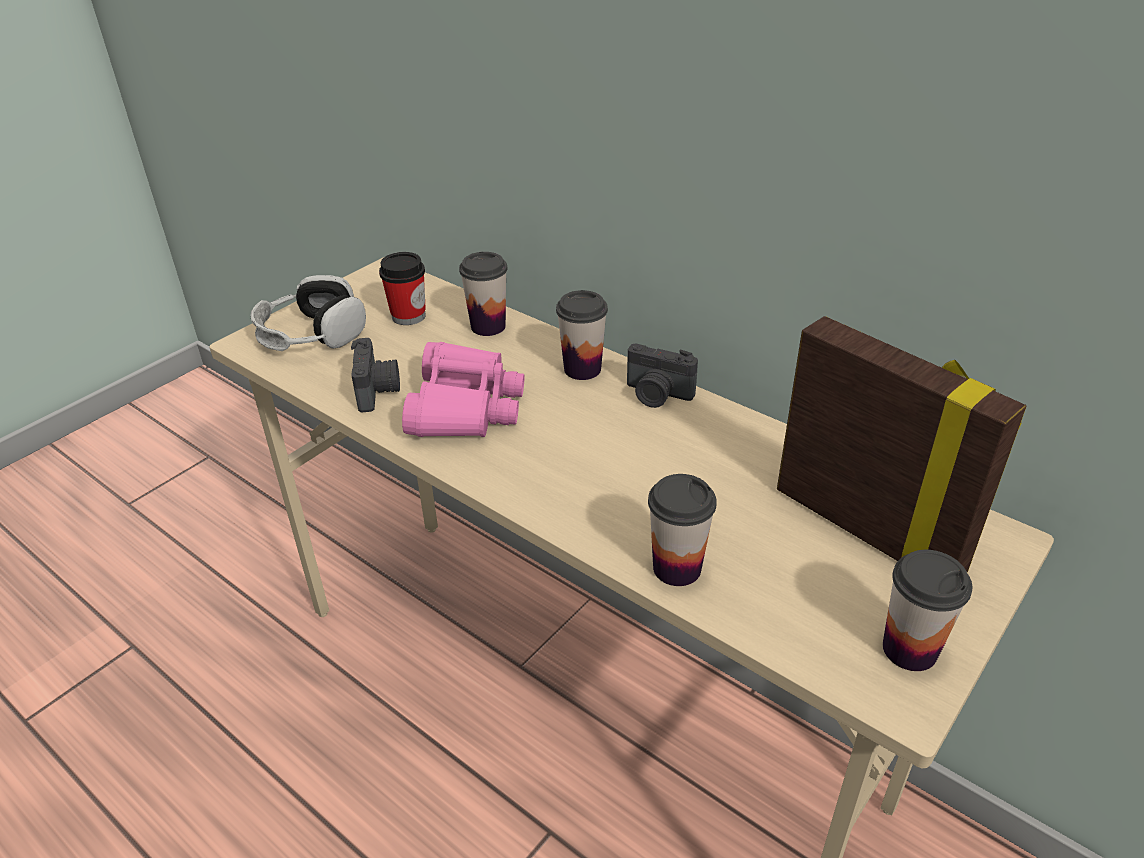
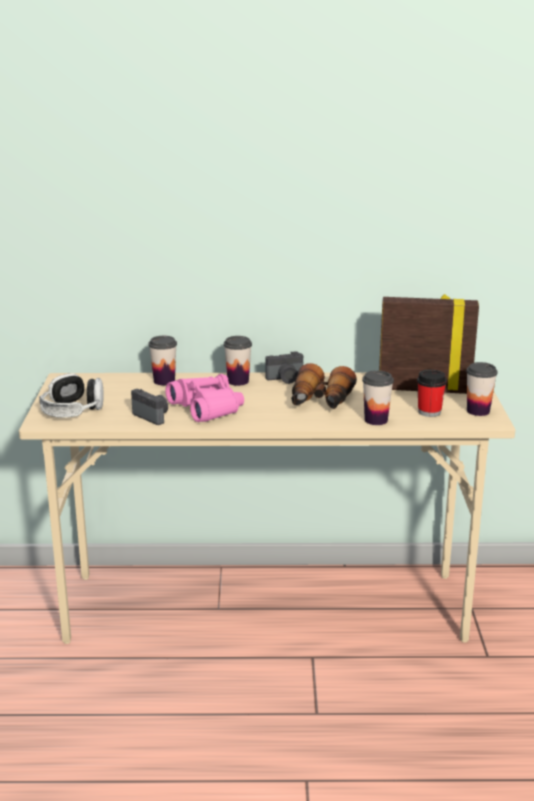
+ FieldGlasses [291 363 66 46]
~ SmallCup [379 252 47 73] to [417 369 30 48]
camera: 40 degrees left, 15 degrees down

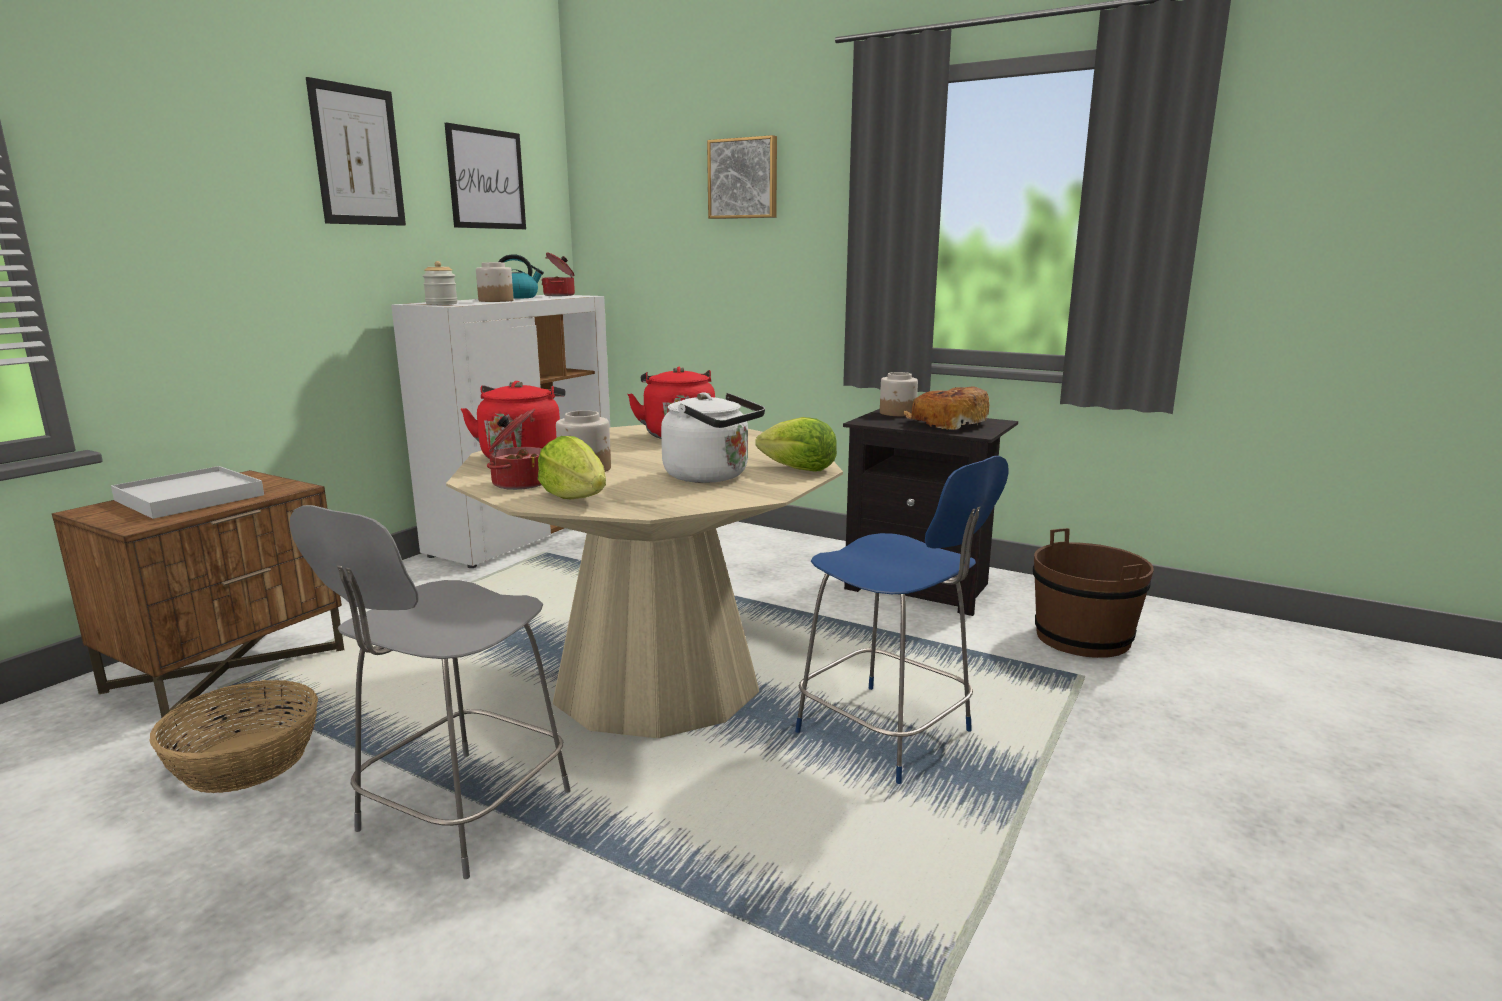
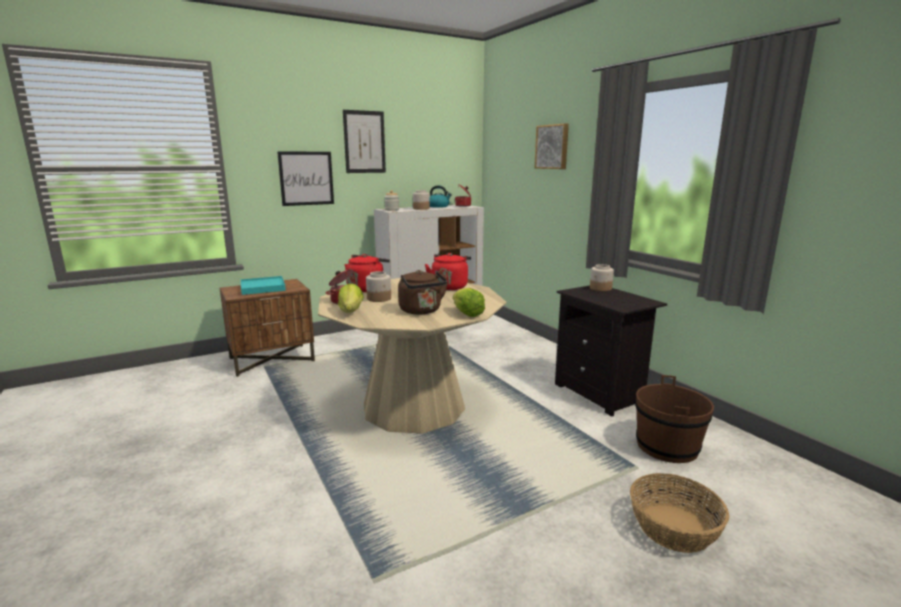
- GreyChair [290 505 280 374]
- BlueColouredChair [795 456 214 328]
- Bread [904 386 85 44]
~ Basket [149 680 169 113] to [630 473 99 80]
~ WallPicture [445 123 81 106] to [277 151 57 55]
~ WhiteServingTray [111 466 153 53] to TurquoiseServingTray [241 276 45 19]
~ WhiteTeaKettle [661 392 104 91] to BrownColouredTeaKettle [398 270 50 45]
camera: 30 degrees right, 0 degrees up

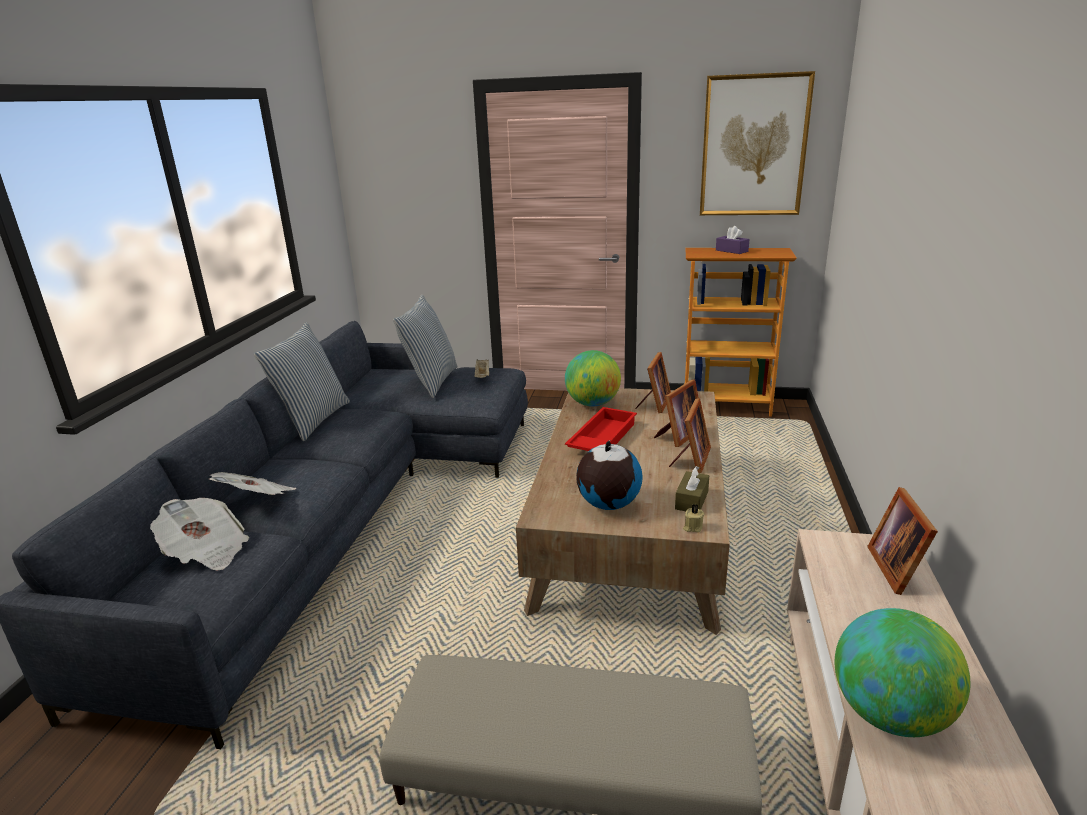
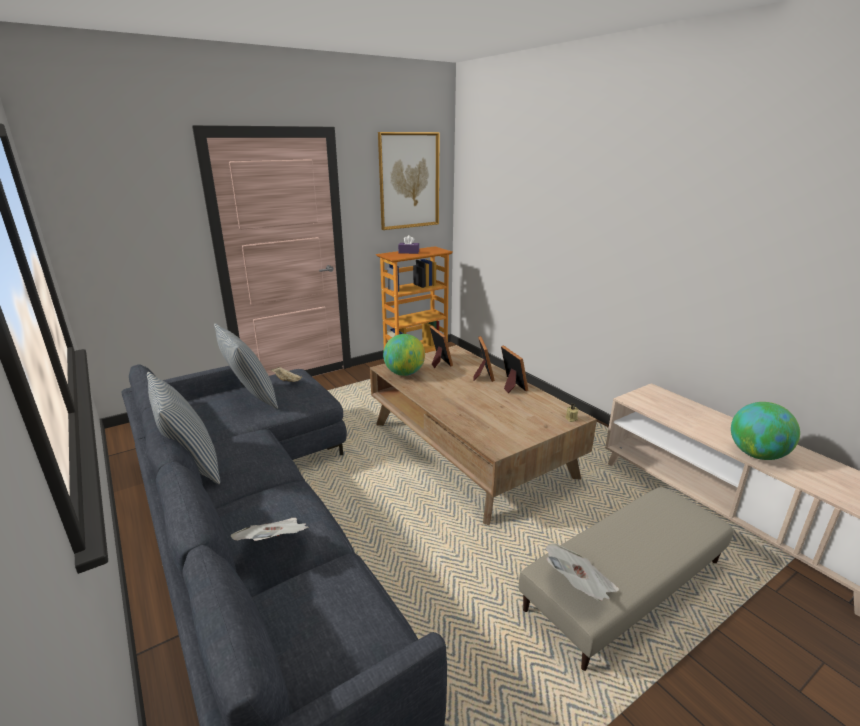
- RedColouredServingTray [565 407 72 44]
- DeskGlobe [576 440 66 70]
- BrownColouredTissueHolder [675 466 34 45]
- PhotoFrame [867 487 71 108]
~ DailyPaper [150 498 99 72] to [546 543 73 58]
camera: 45 degrees left, 0 degrees up

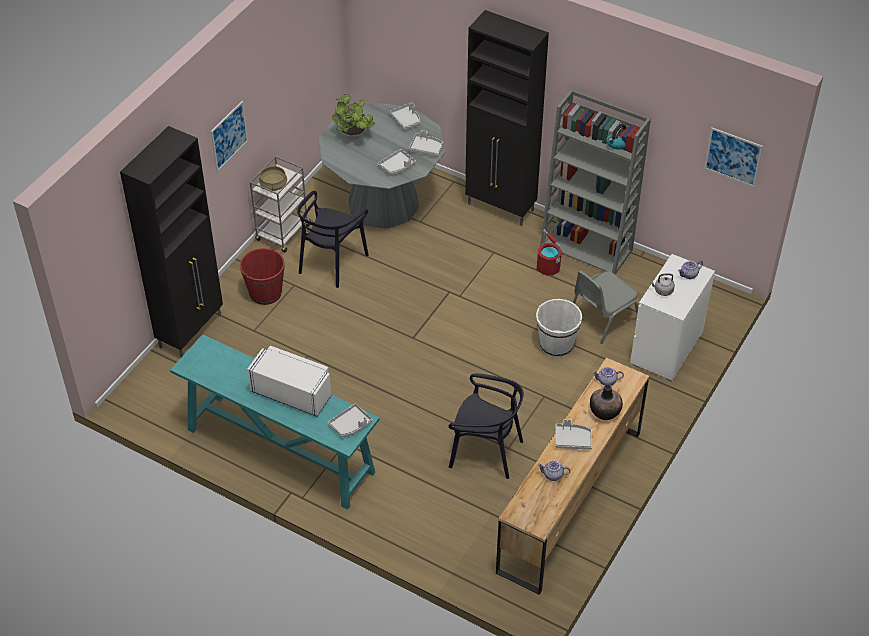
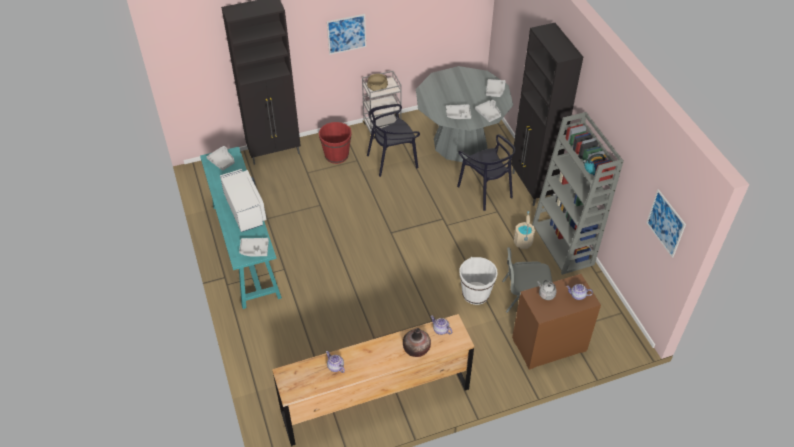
- PottedPlant [332 94 43 46]
~ BlackishChair [449 374 75 105] to [457 134 58 77]
~ GreyServingTray [555 419 37 30] to [207 146 28 25]
~ RedColouredWaterBucket [537 229 25 47] to BeigeWaterBucket [514 211 21 38]
~ WhiteDresser [630 254 85 128] to BrownColouredDresser [512 274 89 96]
camera: 40 degrees right, 0 degrees up

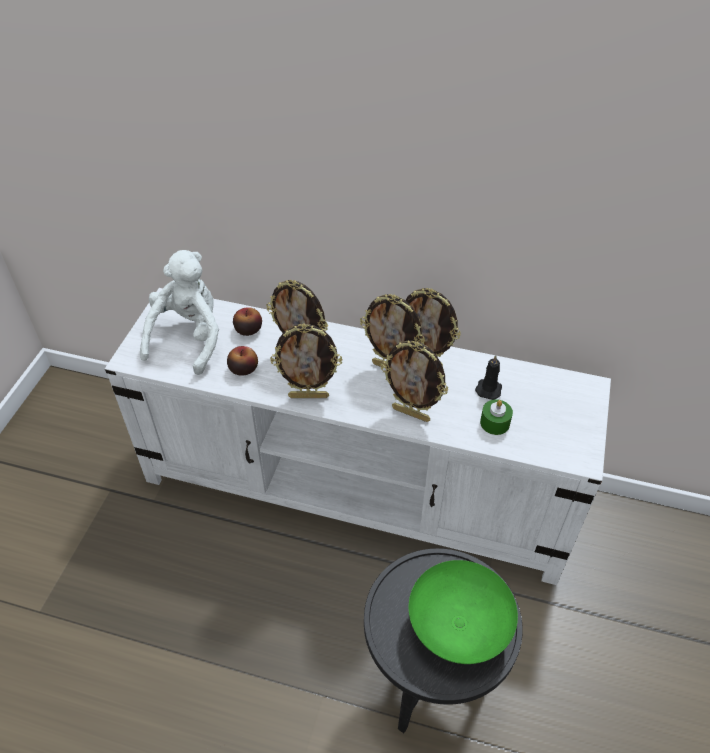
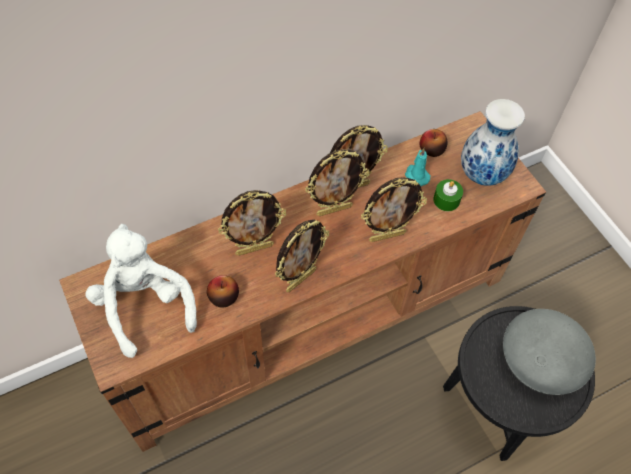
+ FlowerVase [461 99 64 87]
~ Apple [233 307 29 29] to [420 129 28 28]
~ WhiteTvUnit [105 288 506 297] to BrownColouredTvUnit [59 111 487 341]
~ GreenishDeepDish [409 560 109 104] to GreyDeepDish [503 309 93 86]
~ BlackishWaxCandle [475 355 27 45] to TurquoiseWaxCandle [405 148 25 38]
camera: 45 degrees left, 10 degrees up

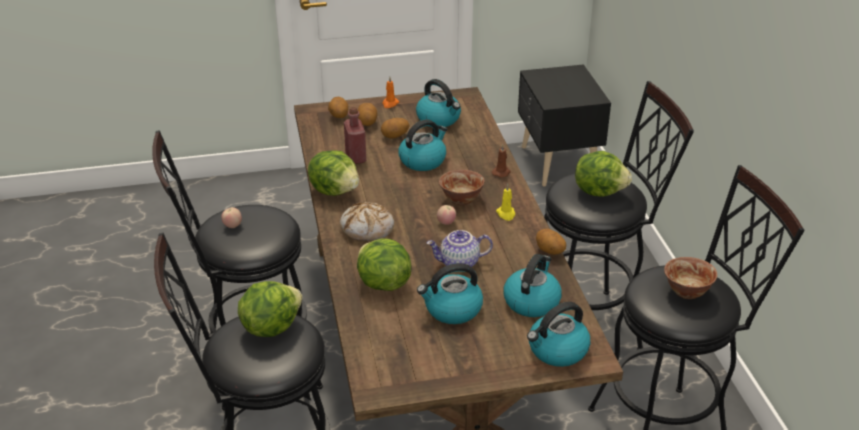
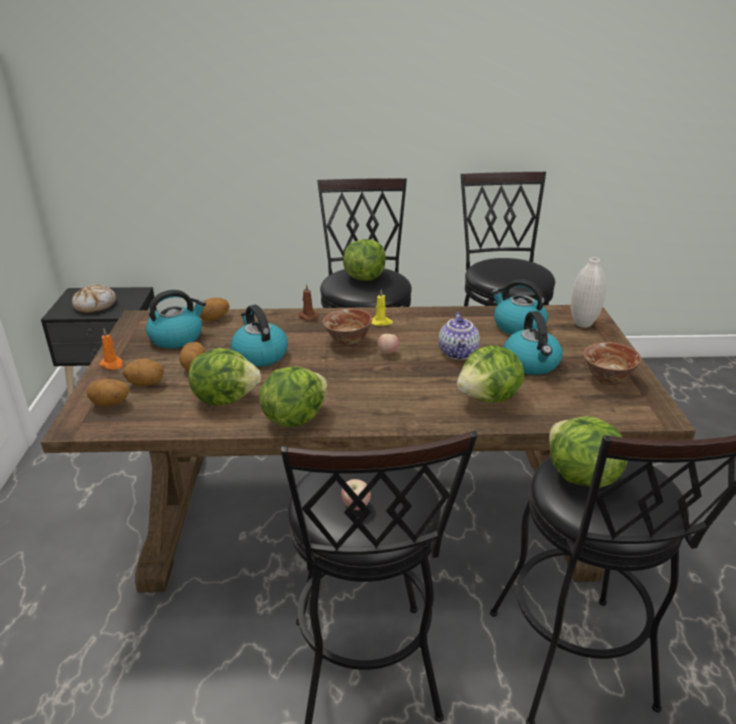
~ Bread [340 202 54 39] to [72 285 44 28]
~ Spud [536 229 31 26] to [200 298 30 23]
~ DeepDish [664 257 53 42] to [583 342 58 43]
~ RedColouredBottle [344 107 22 57] to Lettuce [188 348 73 57]
~ TeaKettle [527 302 63 65] to WhiteFlowerVase [571 257 35 71]
camera: 80 degrees left, 5 degrees down

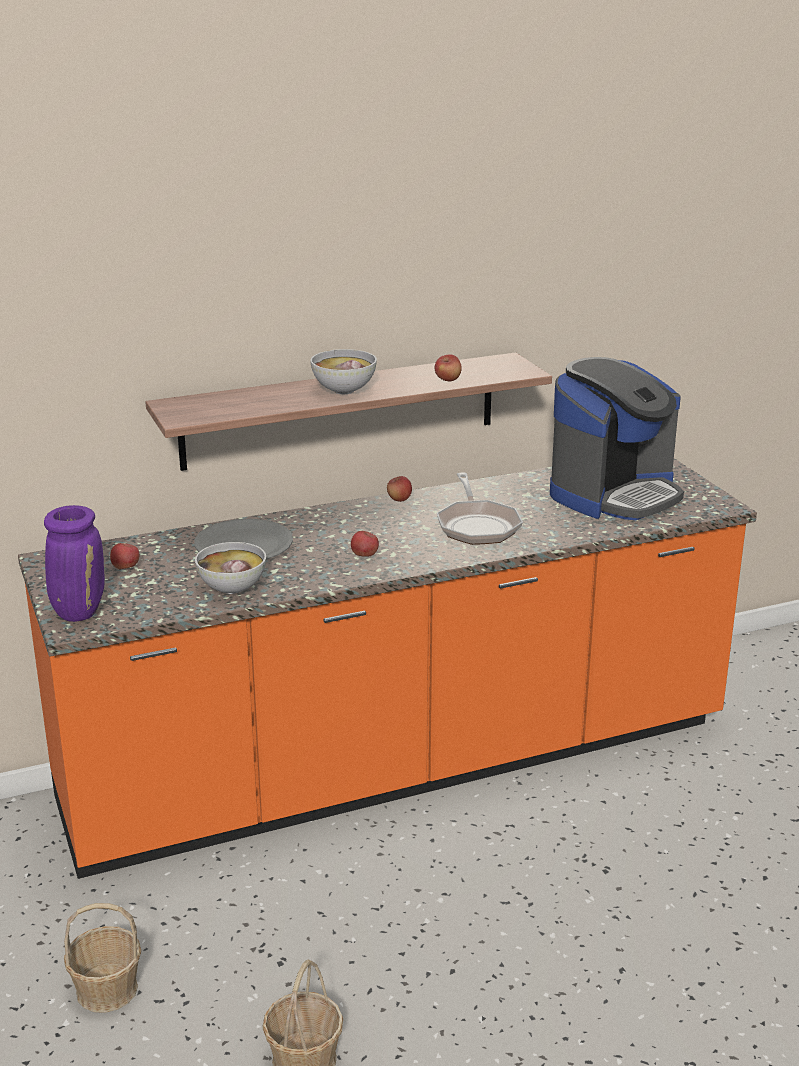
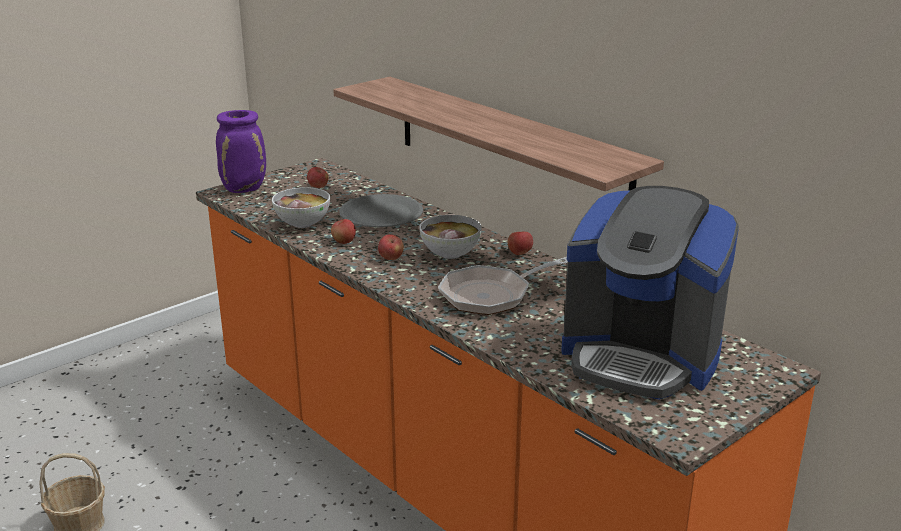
- Basket [64 903 77 110]
~ DeepDish [310 349 67 45] to [419 215 63 44]
~ Apple [435 354 27 27] to [331 219 25 25]
camera: 70 degrees right, 0 degrees up

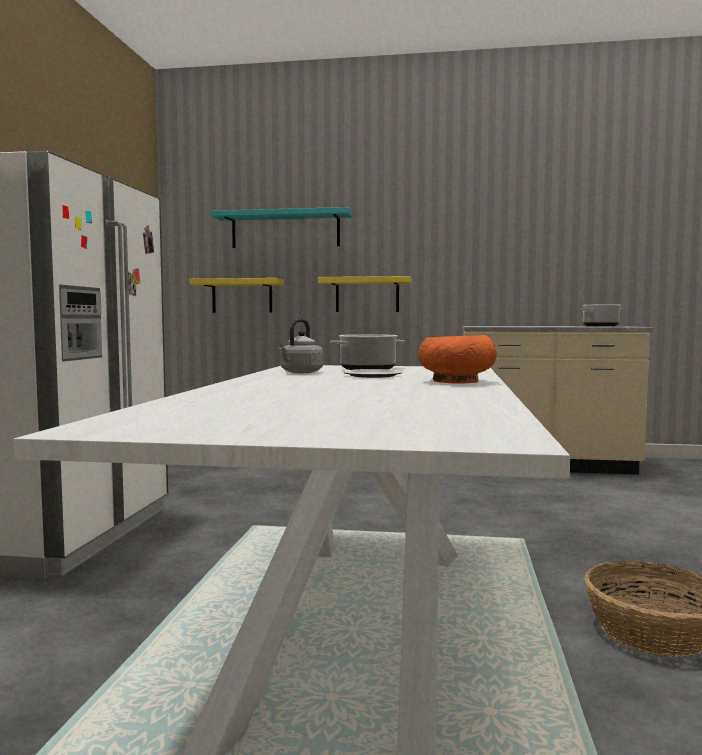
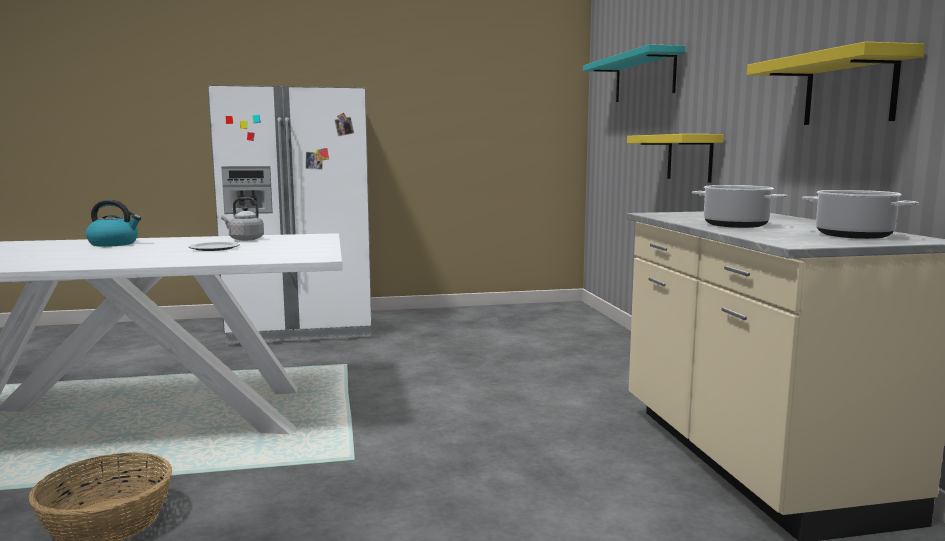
- OrangeColouredDeepDish [418 335 79 48]
+ TeaKettle [86 200 55 47]
~ YellowBracketShelf [189 278 95 35] to [747 42 178 83]
~ CookingPot [330 334 75 36] to [692 185 96 43]
camera: 70 degrees right, 5 degrees up

